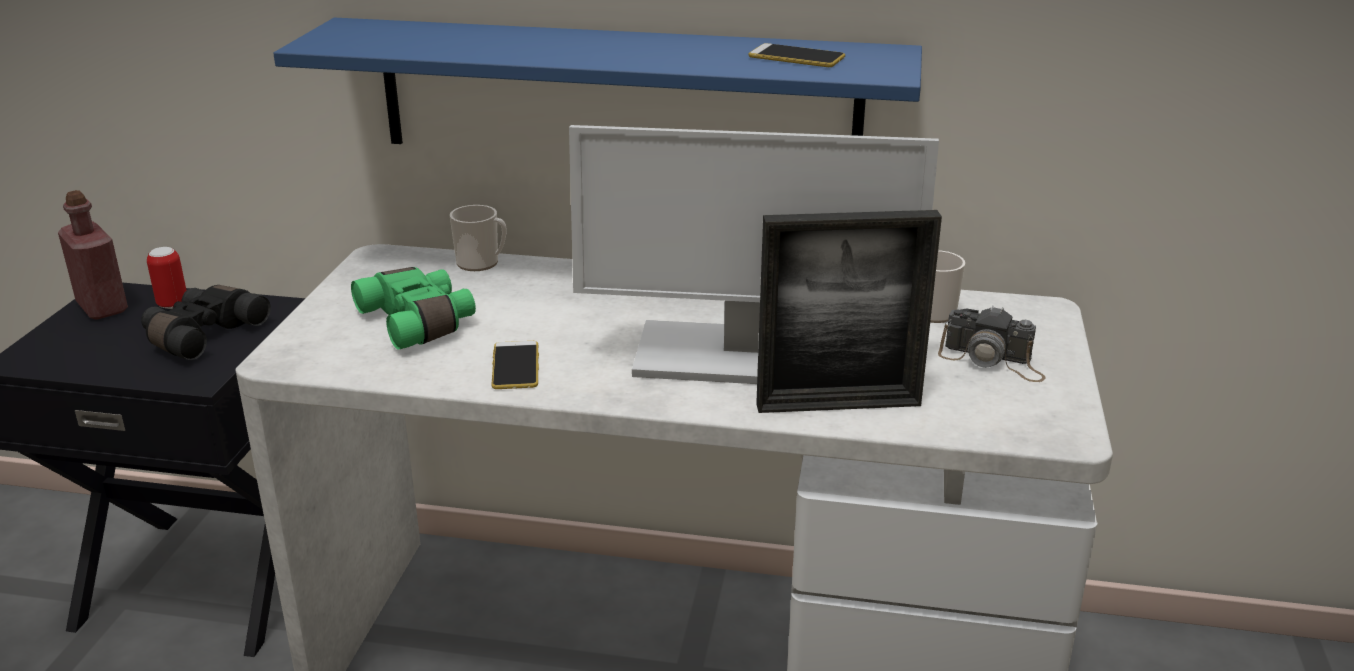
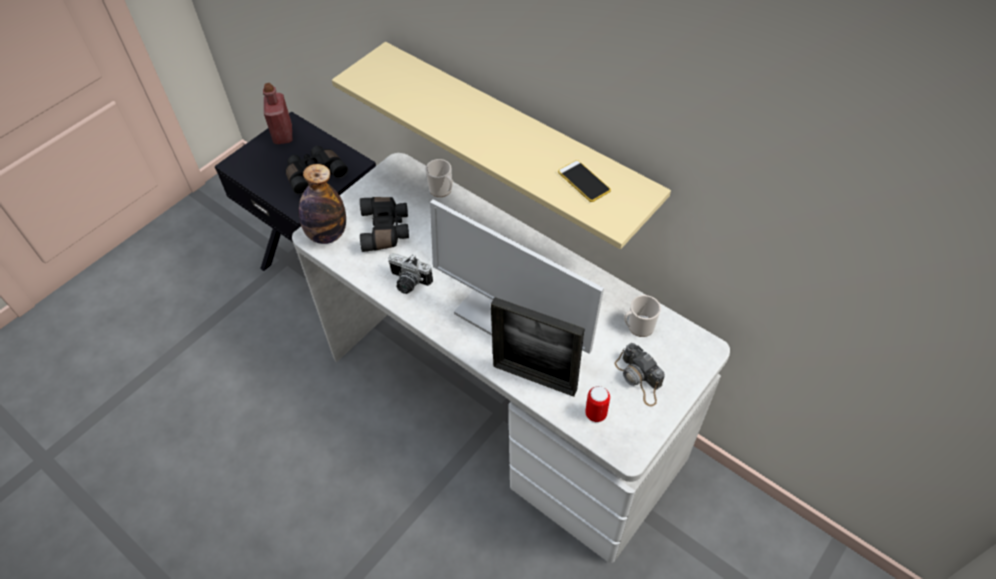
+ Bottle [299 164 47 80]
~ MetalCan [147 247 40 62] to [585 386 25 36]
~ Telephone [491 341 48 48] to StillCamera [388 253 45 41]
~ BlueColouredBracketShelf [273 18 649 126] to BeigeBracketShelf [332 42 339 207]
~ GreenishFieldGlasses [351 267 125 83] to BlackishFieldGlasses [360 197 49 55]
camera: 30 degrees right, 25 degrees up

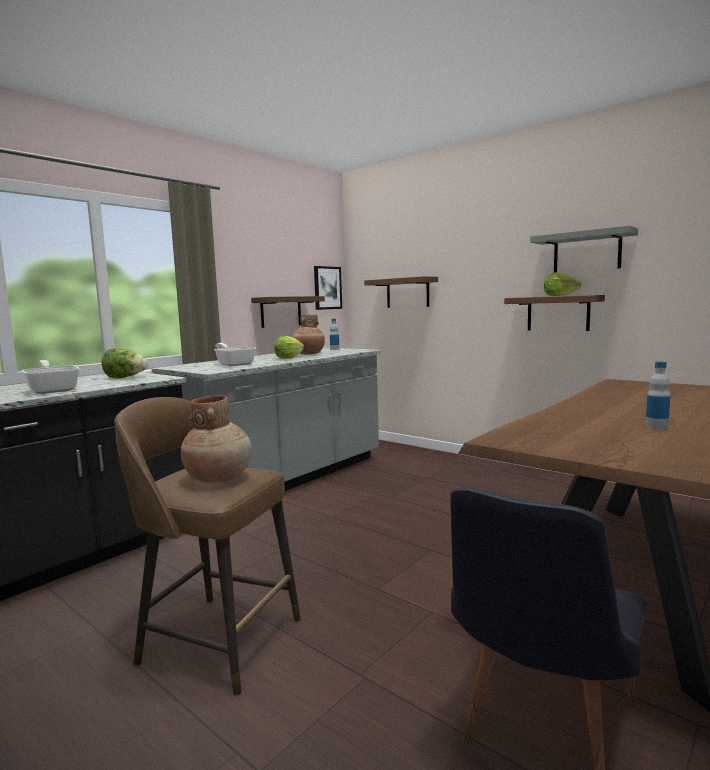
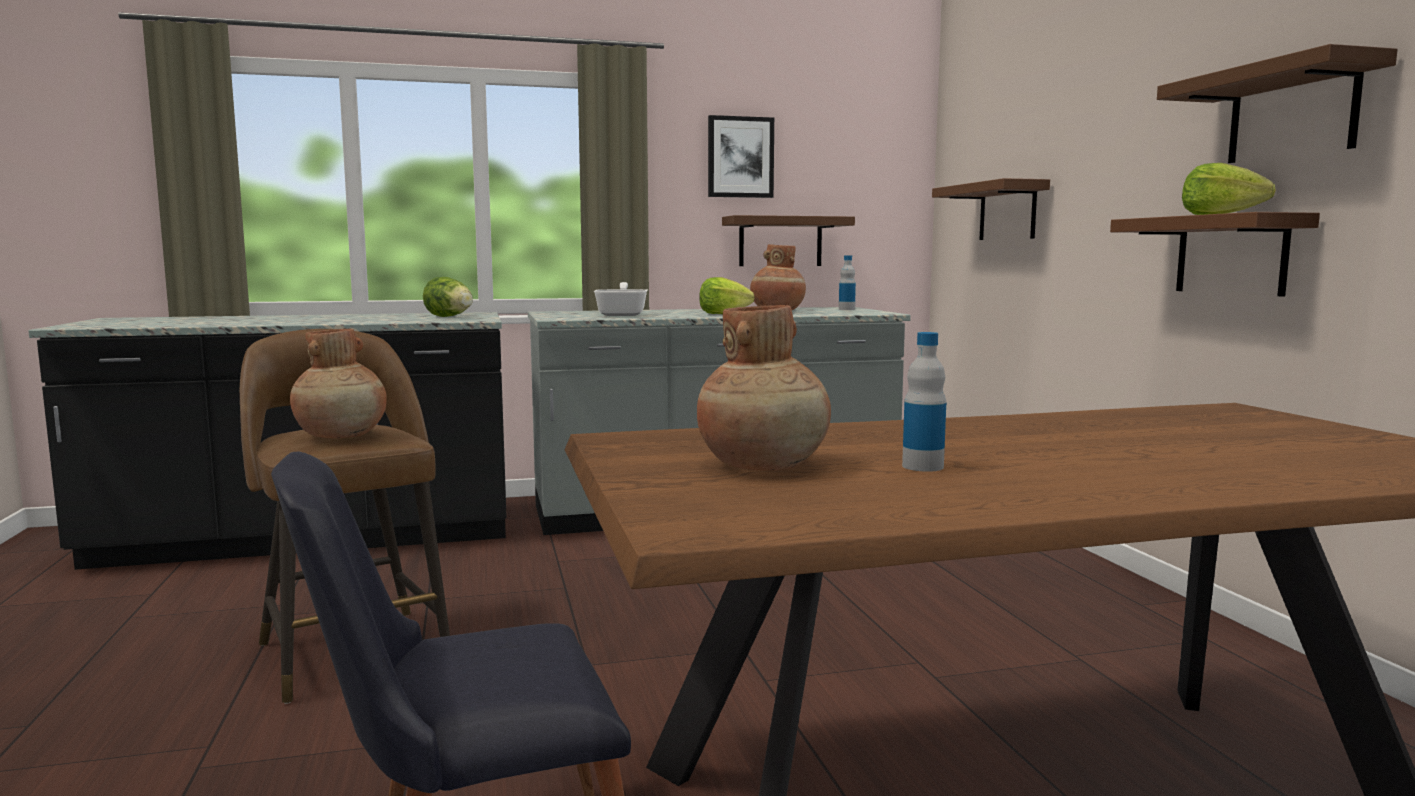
- FryingPan [22 360 58 34]
+ BrownColouredFlowerVase [697 305 134 166]
~ WallPicture [314 266 28 44] to [708 115 66 83]
~ GreyBracketShelf [530 225 108 47] to BrownColouredBracketShelf [1157 44 241 119]
camera: 35 degrees right, 0 degrees up

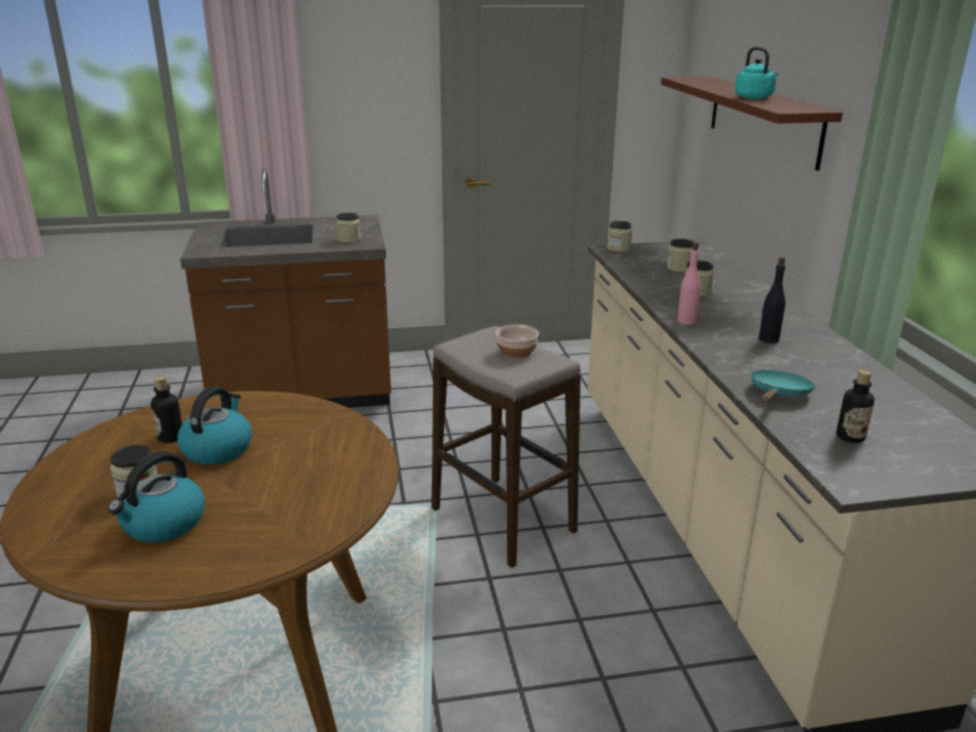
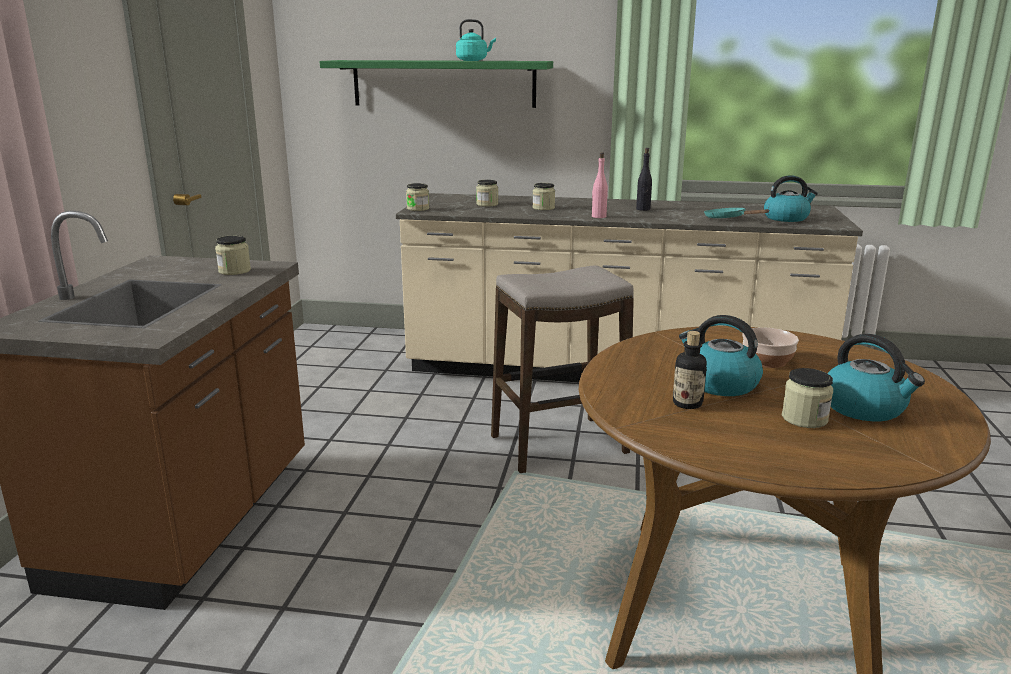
~ DeepDish [496 324 43 34] to [742 327 57 41]
~ Bottle [836 370 38 73] to TeaKettle [764 175 54 47]
~ BrownColouredBracketShelf [661 77 182 94] to GreenishBracketShelf [320 60 233 48]
camera: 70 degrees left, 5 degrees down

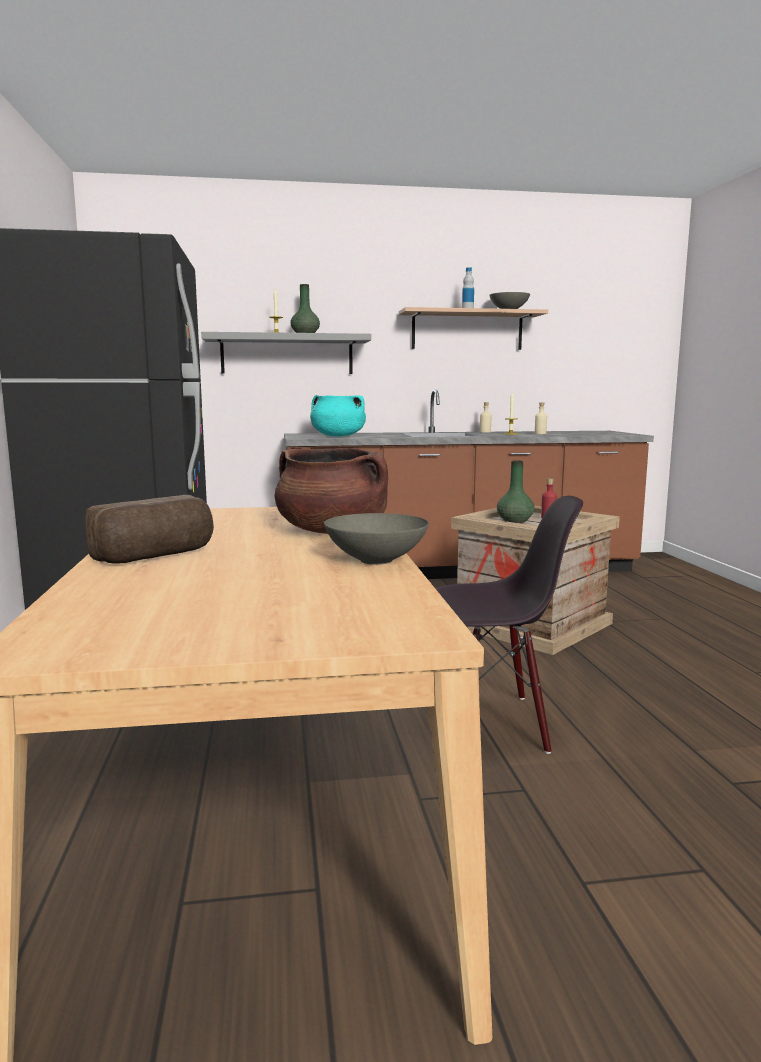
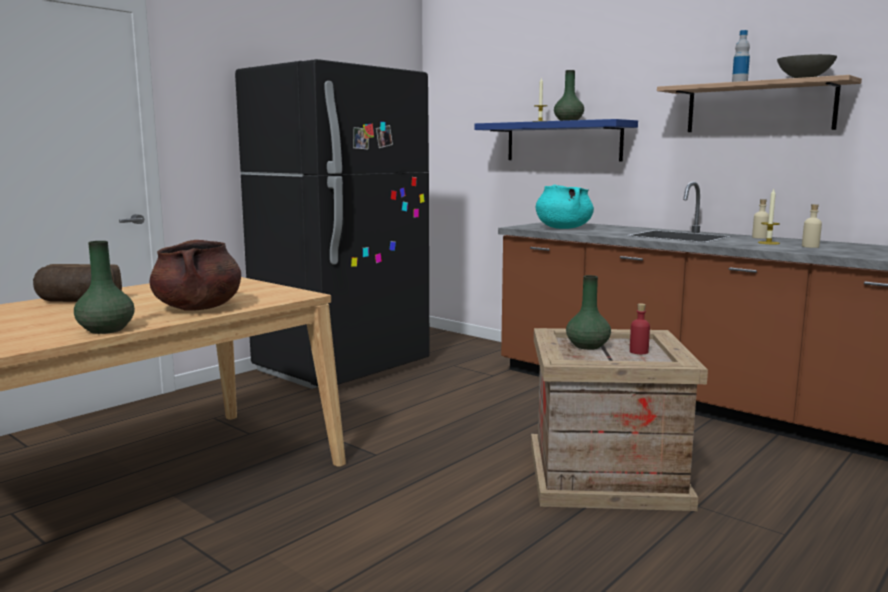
- BlackishChair [435 496 148 258]
~ GreyDeepDish [324 513 105 52] to GreenishFlowerVase [74 241 61 93]
~ GreyBracketShelf [201 332 170 42] to BlueColouredBracketShelf [475 119 163 42]
camera: 50 degrees right, 0 degrees up

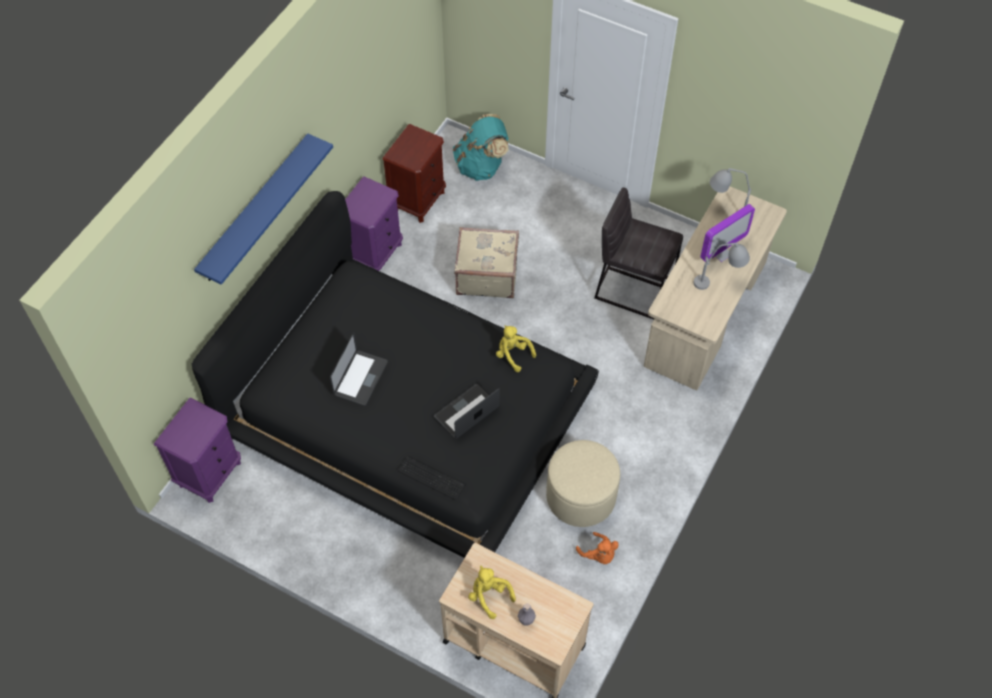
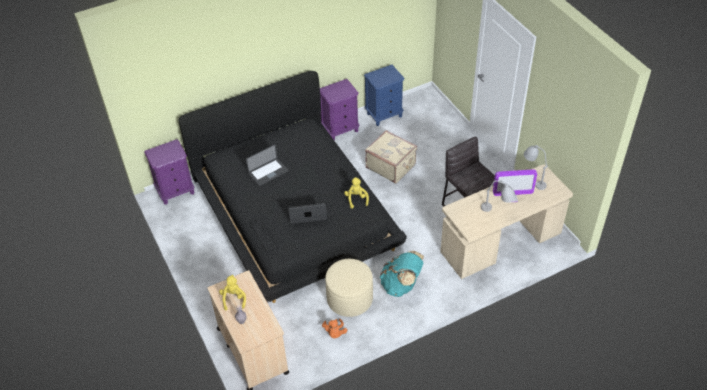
- BlueColouredBracketShelf [194 133 139 152]
~ TurquoiseRucksack [453 114 56 67] to [380 251 44 46]
~ BrownColouredNightstand [382 124 64 99] to BlueColouredNightstand [364 65 40 61]
camera: 35 degrees right, 10 degrees down

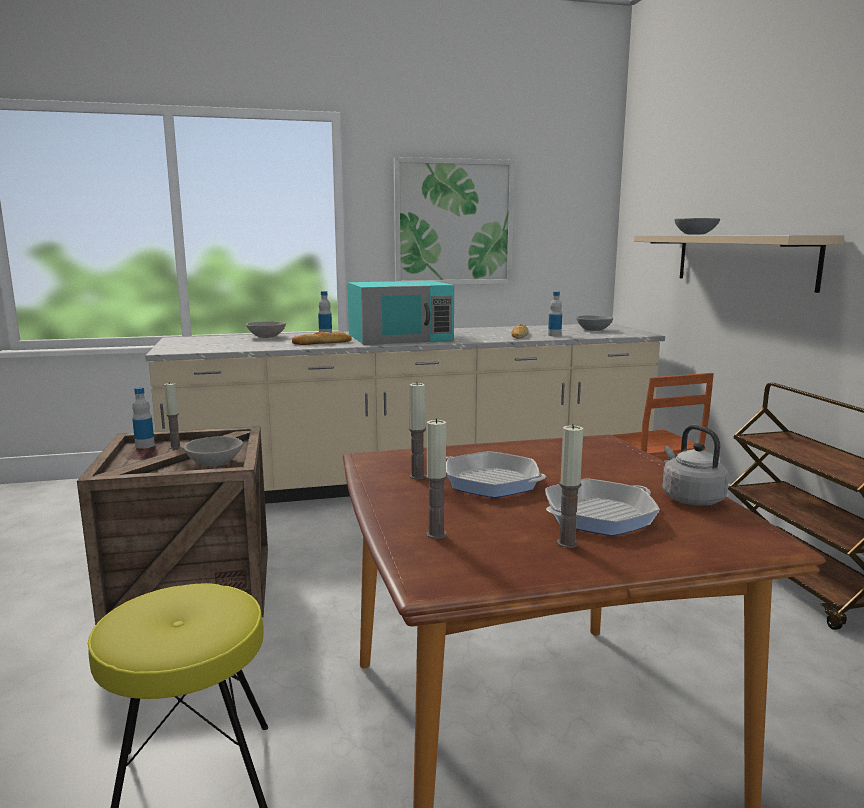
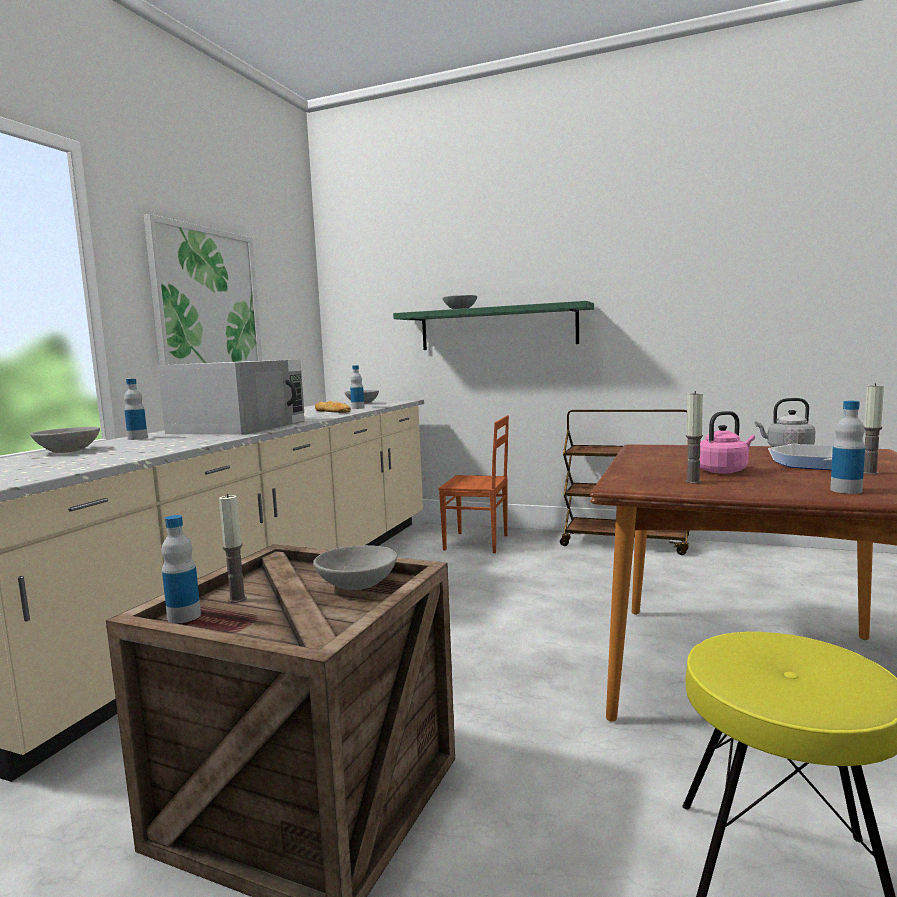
- Bread [292 332 60 13]
~ WaxCandle [426 418 21 121] to Bottle [830 401 35 93]
~ FryingPan [446 451 100 47] to PinkishTeaKettle [699 411 56 63]
~ TurquoiseMicrowaveOven [347 281 107 64] to WhiteMicrowaveOven [158 359 146 76]
~ BeigeBracketShelf [634 235 210 58] to GreenishBracketShelf [393 301 201 49]
camera: 55 degrees left, 5 degrees down

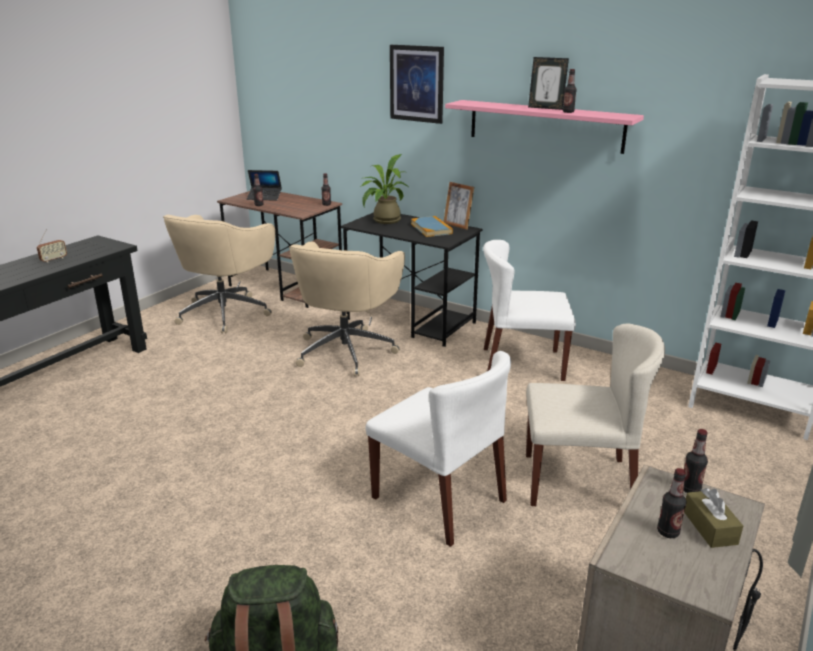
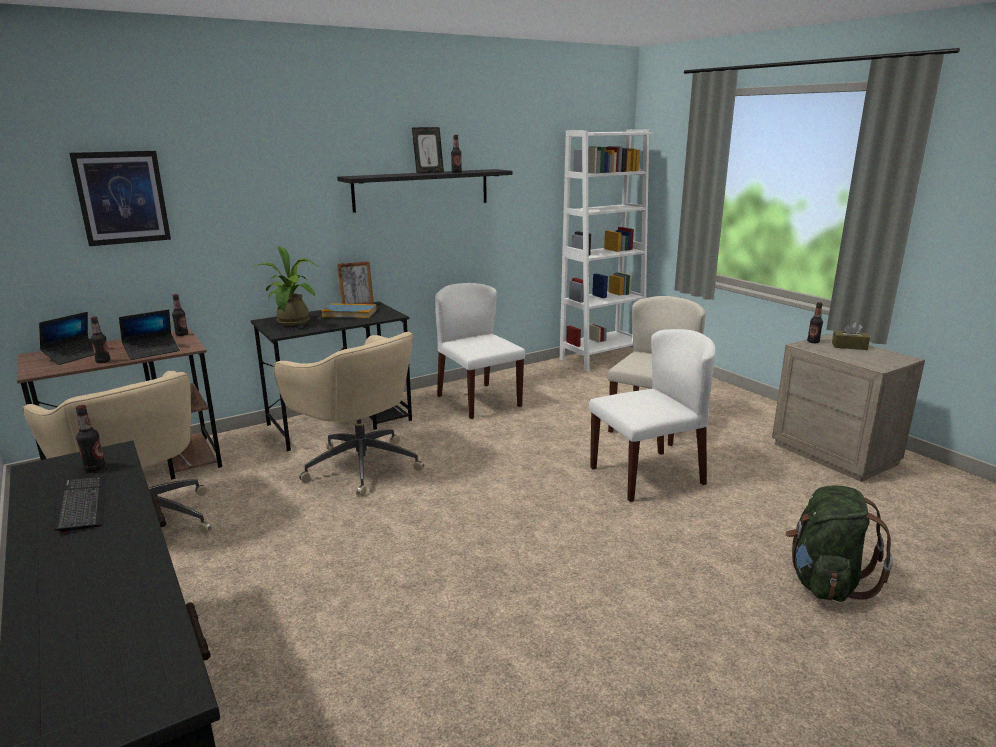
+ PortableComputer [119 310 61 50]
~ WallPicture [390 45 54 79] to [69 151 102 95]
~ Bottle [657 468 29 70] to [76 405 30 67]
~ Radio [37 229 30 34] to ComputerKeyboard [54 477 52 56]
~ PinkishBracketShelf [445 100 199 54] to BlackishBracketShelf [337 169 176 44]
~ WhiteChair [483 240 93 141] = [435 283 90 136] 120 degrees clockwise
camera: 65 degrees left, 5 degrees down

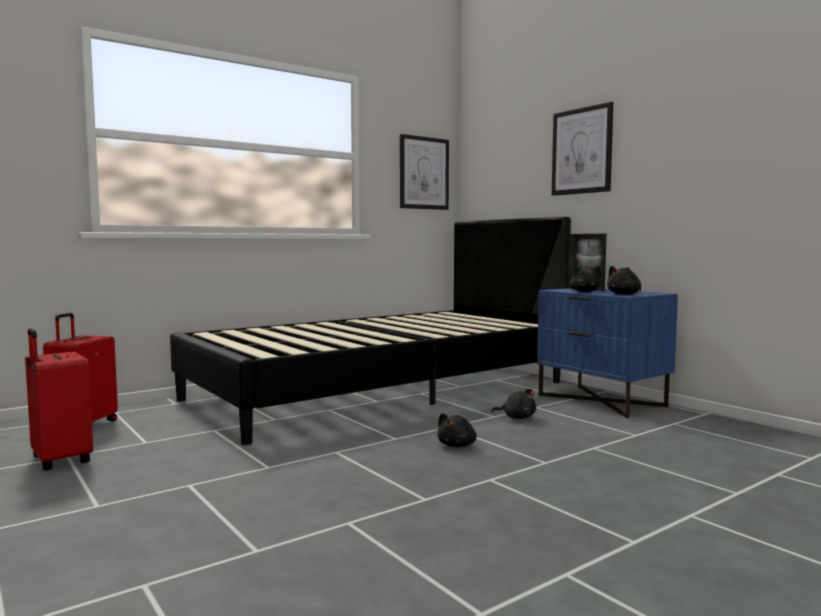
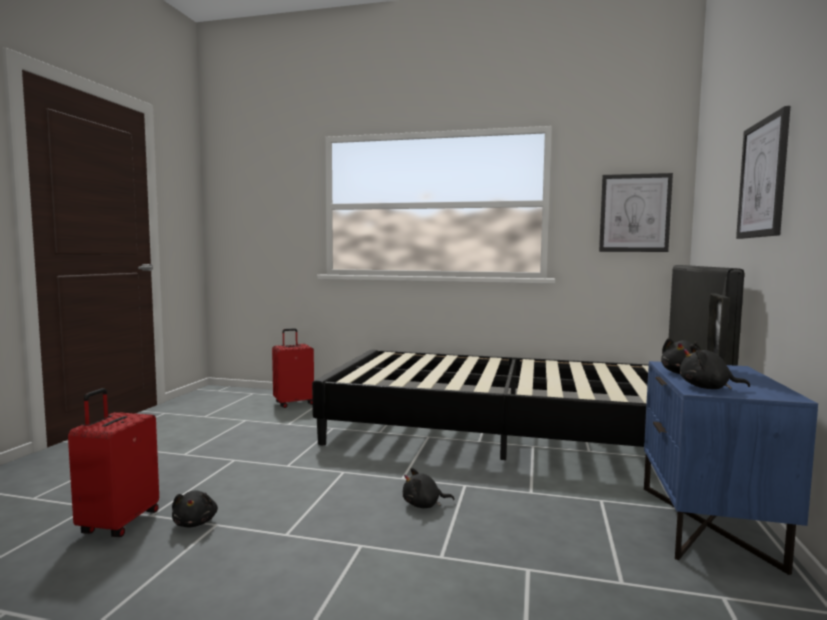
~ RedColouredTravelCase [25 328 68 143] to [68 388 91 149]
~ BlackishCuddlyToy [491 389 45 30] to [172 490 46 38]
camera: 50 degrees right, 0 degrees up

